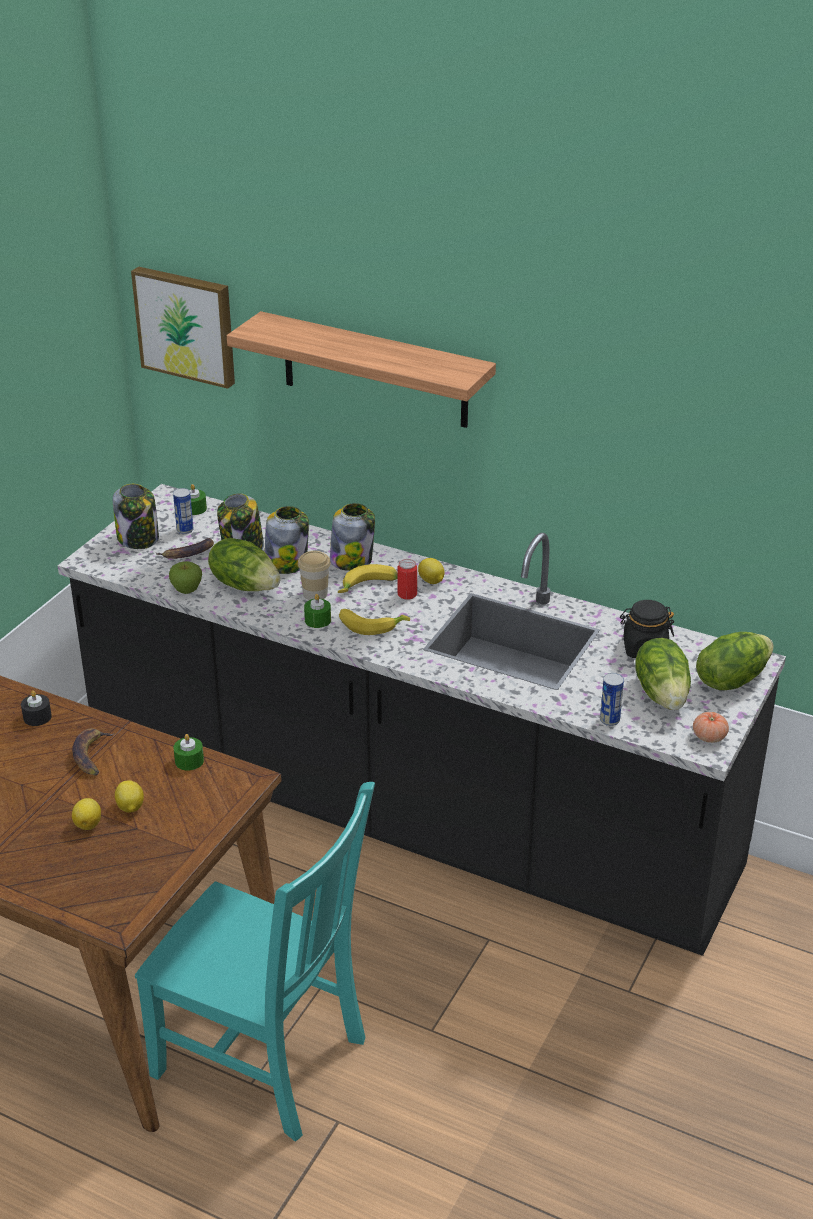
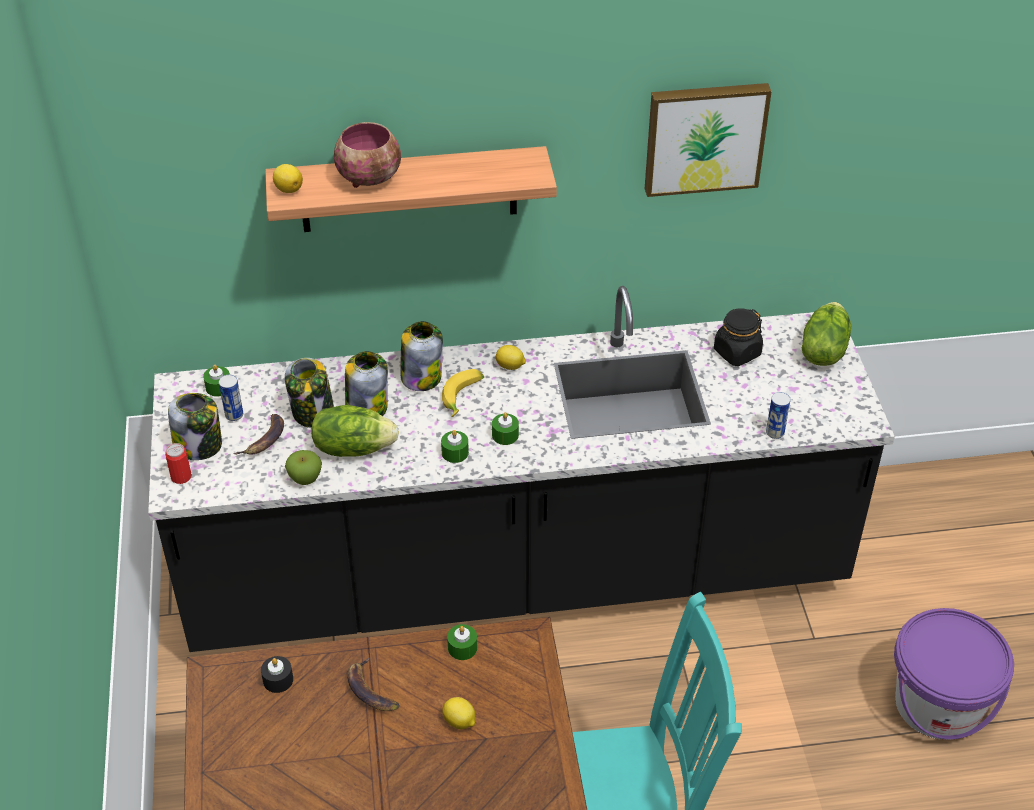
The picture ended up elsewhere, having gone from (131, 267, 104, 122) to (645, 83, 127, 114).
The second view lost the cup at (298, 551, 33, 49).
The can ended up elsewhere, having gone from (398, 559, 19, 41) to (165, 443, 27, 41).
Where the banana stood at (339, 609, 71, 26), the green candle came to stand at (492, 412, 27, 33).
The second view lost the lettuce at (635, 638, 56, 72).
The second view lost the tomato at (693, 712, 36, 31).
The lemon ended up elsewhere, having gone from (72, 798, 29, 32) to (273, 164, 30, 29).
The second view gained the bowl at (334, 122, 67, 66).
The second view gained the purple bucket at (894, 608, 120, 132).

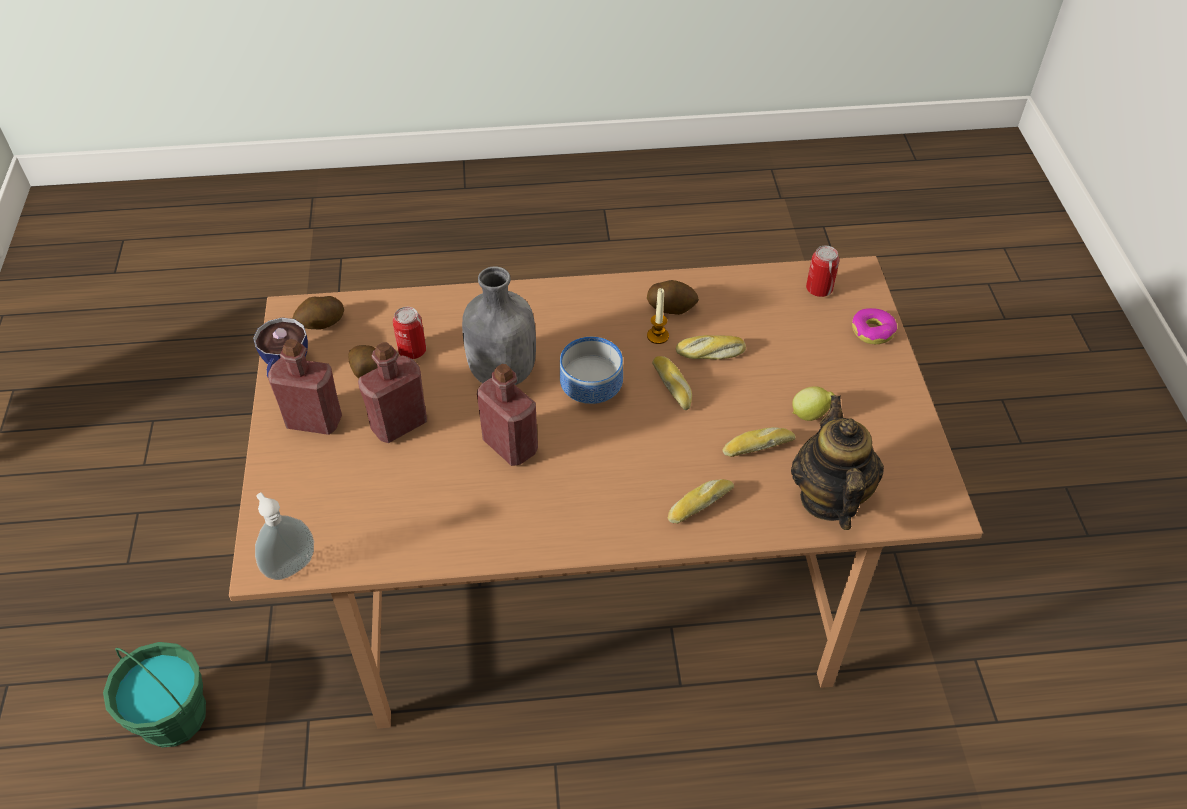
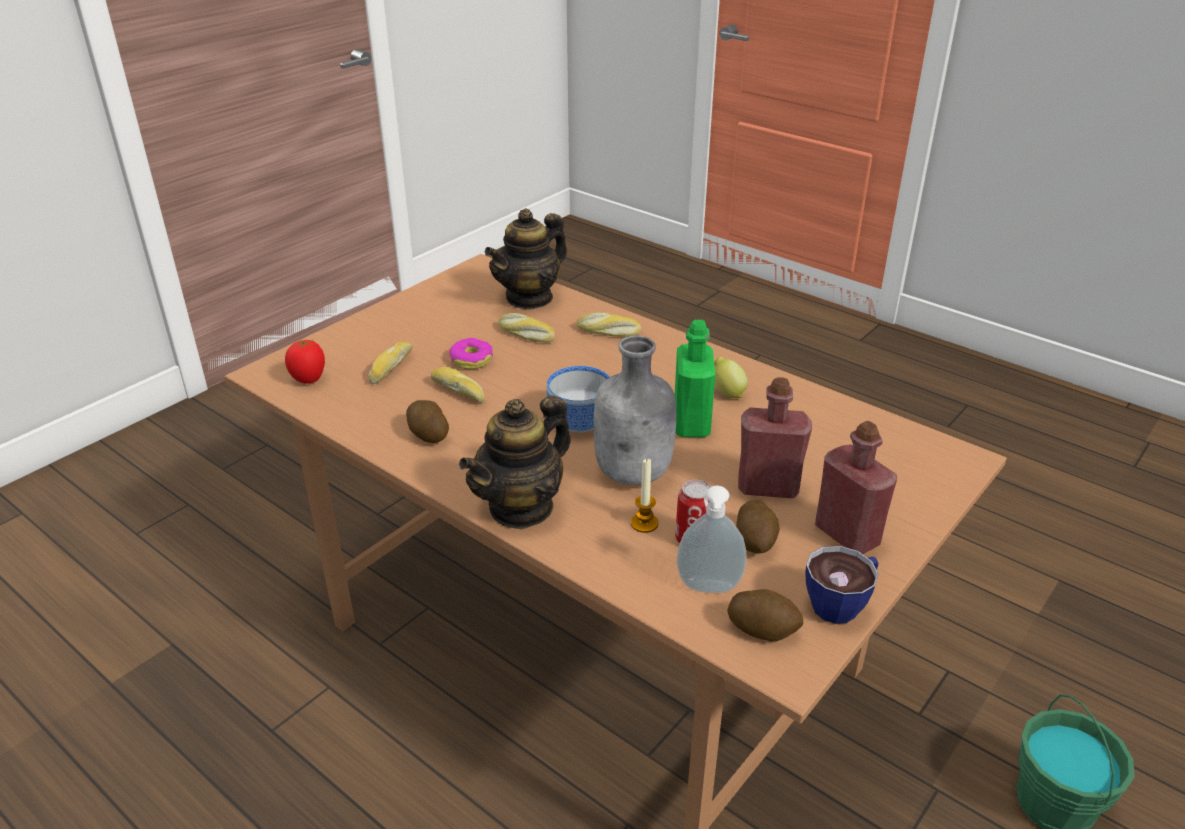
Where the can stood at (806, 246, 33, 51), the tomato came to stand at (285, 340, 40, 44).
The candle ended up elsewhere, having gone from (647, 288, 22, 56) to (631, 459, 27, 74).
The donut ended up elsewhere, having gone from (852, 308, 45, 36) to (449, 338, 44, 31).
The bread ended up elsewhere, having gone from (652, 356, 40, 54) to (368, 342, 45, 42).
What was the red bottle at (477, 364, 61, 102) turned into the green bottle at (675, 320, 41, 117).
The lemon ended up elsewhere, having gone from (792, 386, 42, 35) to (714, 356, 34, 42).
The soap dispenser ended up elsewhere, having gone from (255, 492, 59, 88) to (677, 485, 70, 108).
The second view gained the teapot at (459, 395, 112, 135).

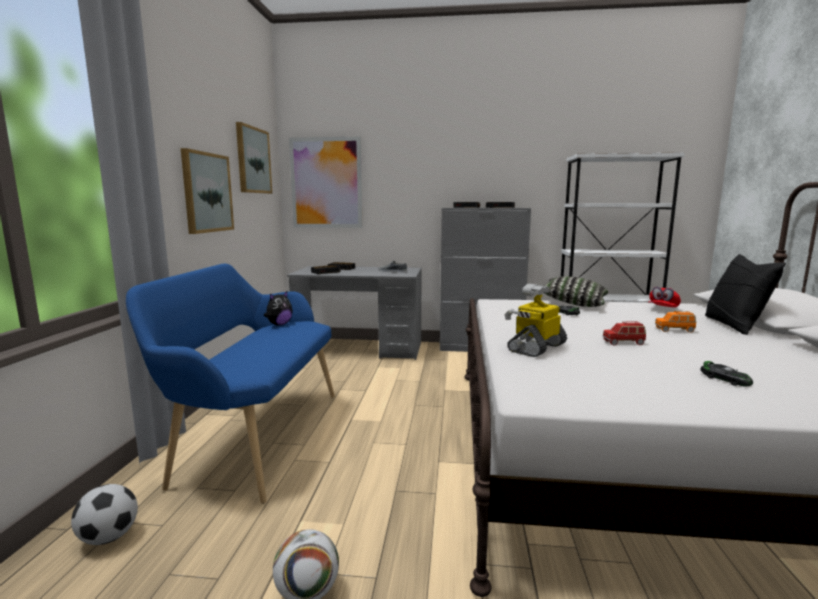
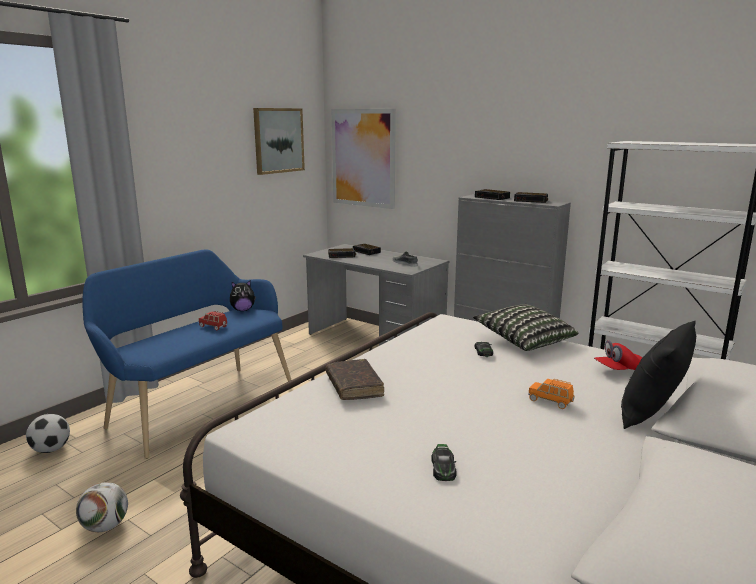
The second view lost the picture at (181, 148, 53, 86).
Where the toy robot stood at (505, 284, 62, 73), the brown book came to stand at (326, 359, 58, 41).
The red toy car ended up elsewhere, having gone from (603, 322, 43, 23) to (199, 311, 28, 19).

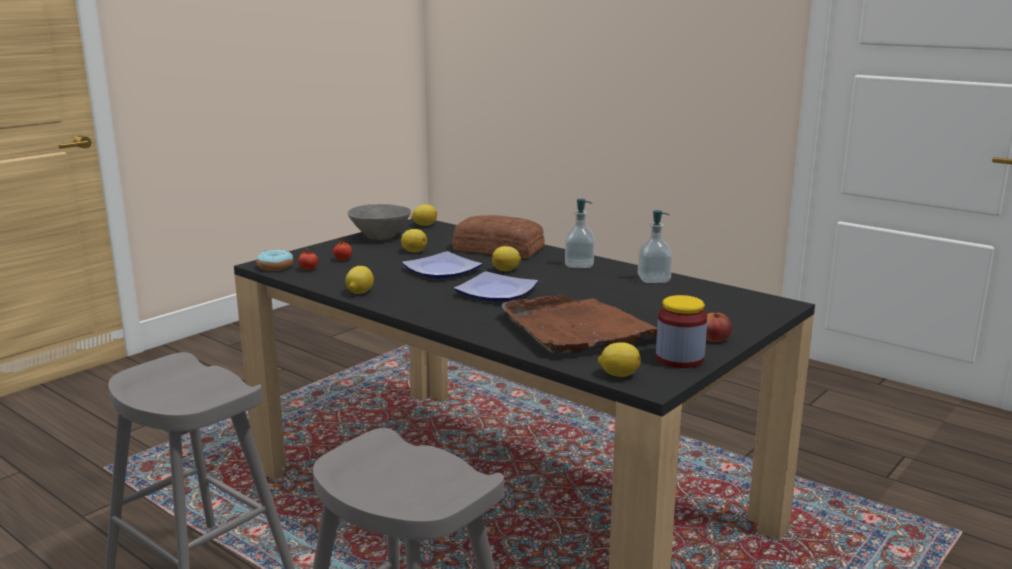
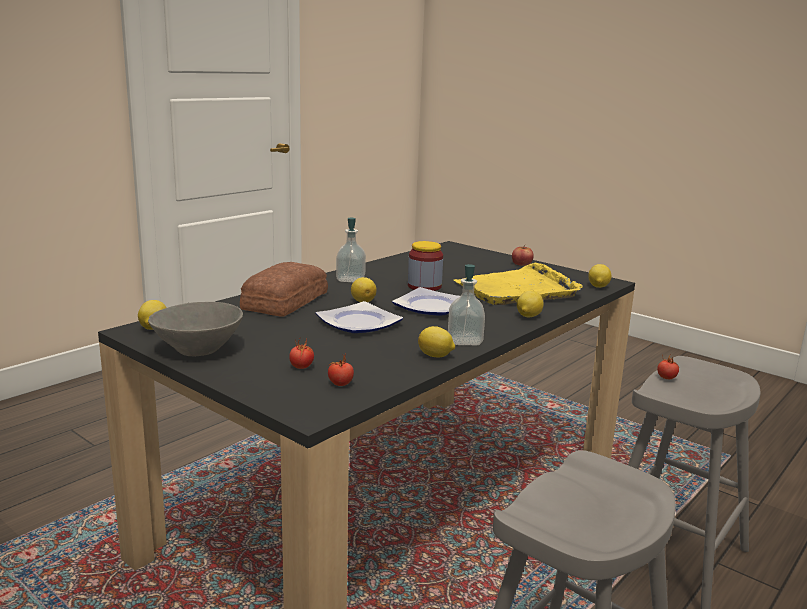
The soap dispenser ended up elsewhere, having gone from (638, 210, 34, 73) to (448, 264, 37, 81).
The lemon ended up elsewhere, having gone from (401, 229, 26, 23) to (517, 291, 27, 26).
The second view lost the donut at (256, 249, 37, 22).
What was the brown tray at (501, 295, 156, 58) turned into the yellow tray at (454, 263, 129, 42).
The jar ended up elsewhere, having gone from (656, 295, 51, 73) to (408, 241, 35, 50).
The second view gained the tomato at (657, 355, 22, 24).

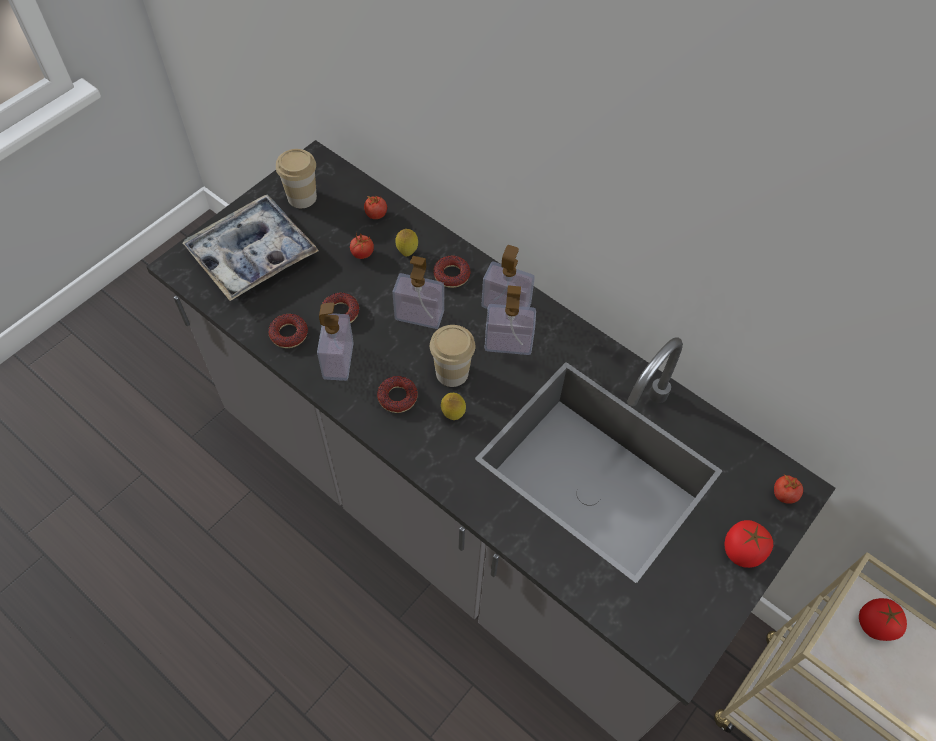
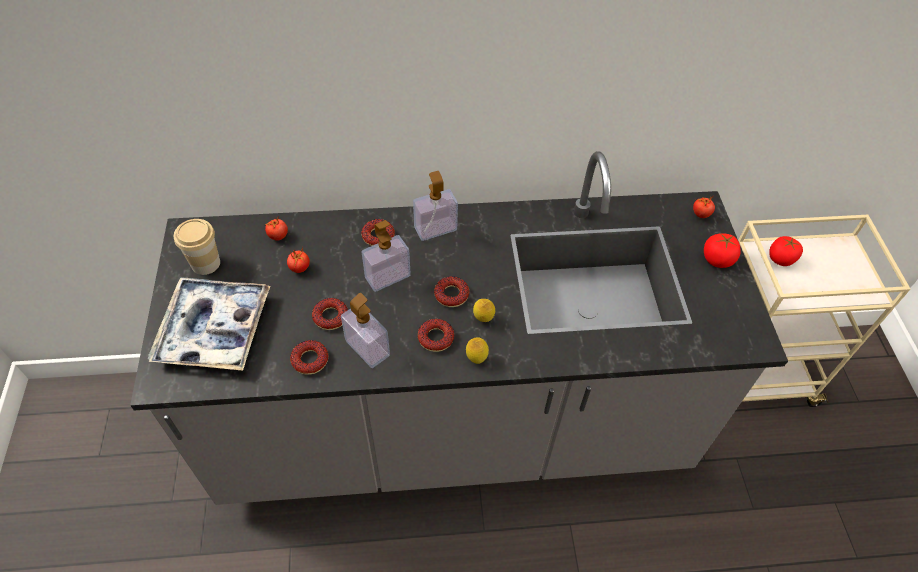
The lemon ended up elsewhere, having gone from (395, 229, 23, 27) to (466, 337, 23, 27).
The second view lost the soap dispenser at (485, 285, 51, 70).
Where the cup stood at (430, 325, 45, 62), the donut came to stand at (434, 276, 35, 31).

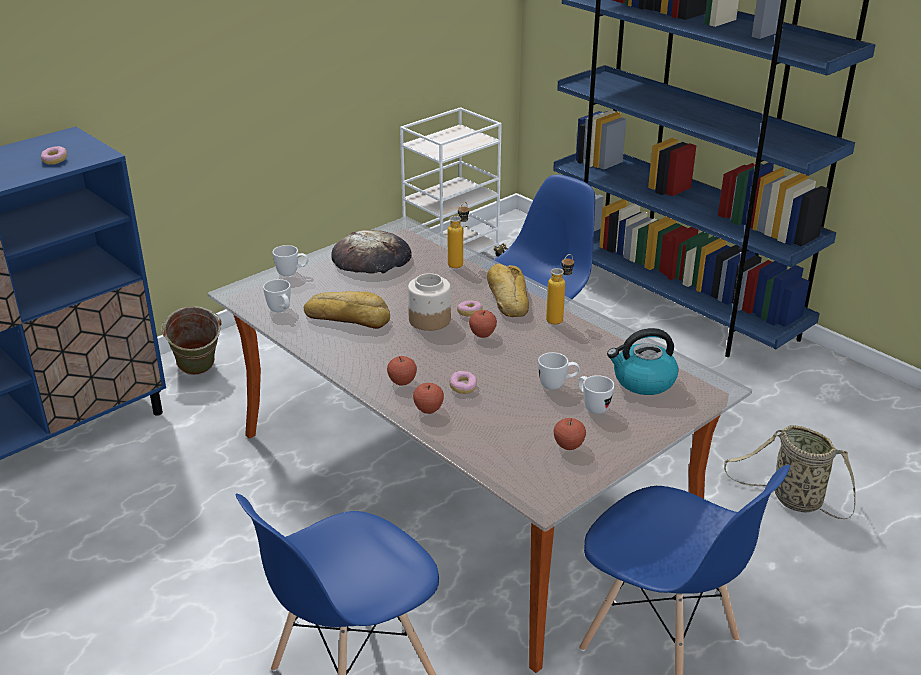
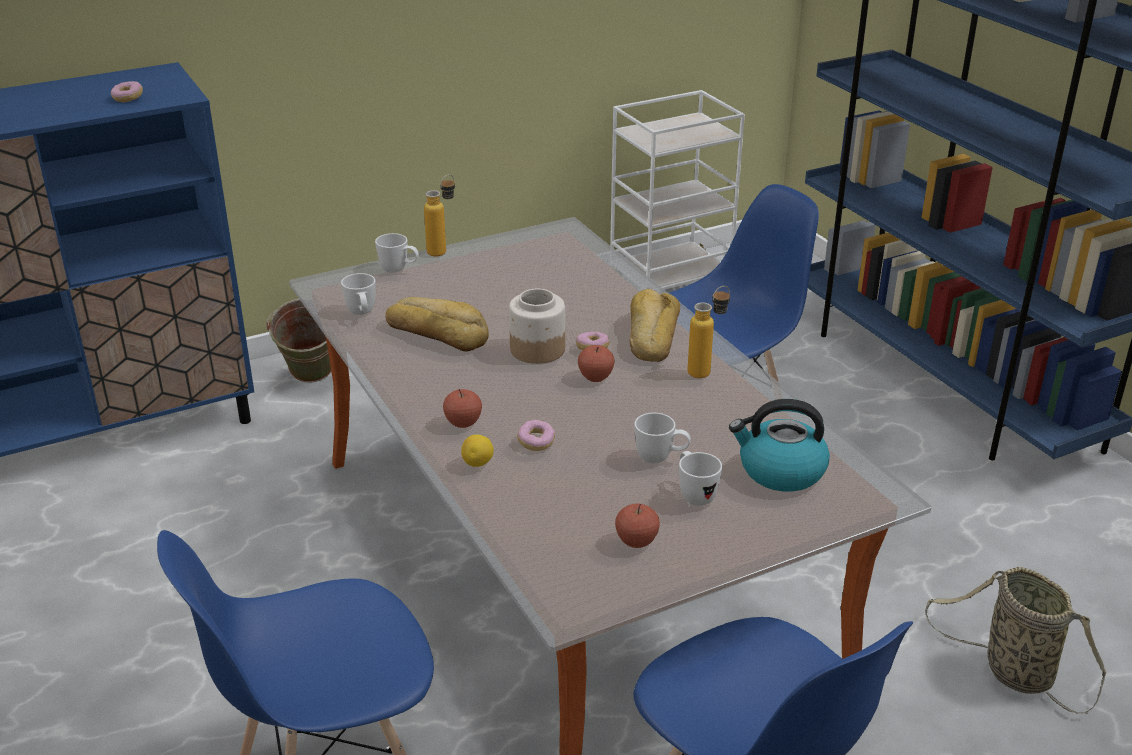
The bottle ended up elsewhere, having gone from (448, 202, 21, 66) to (424, 174, 31, 82).
The second view lost the bread at (331, 230, 81, 44).
Where the apple stood at (413, 383, 31, 31), the lemon came to stand at (461, 434, 33, 33).

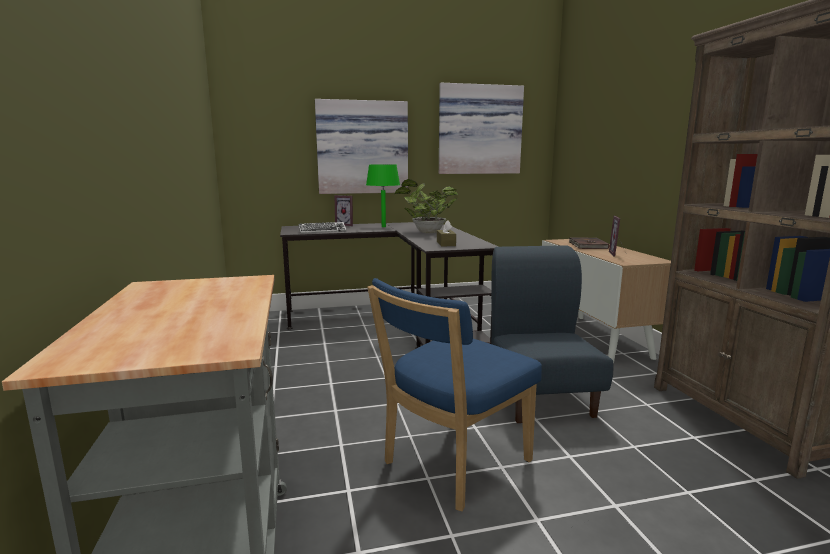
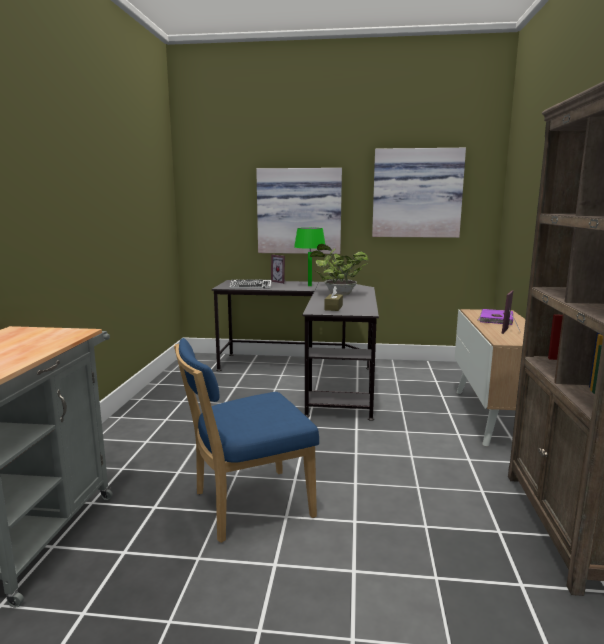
What was the brown book at (569, 238, 40, 11) turned into the purple book at (478, 309, 35, 16).
The second view lost the blue chair at (491, 245, 122, 178).

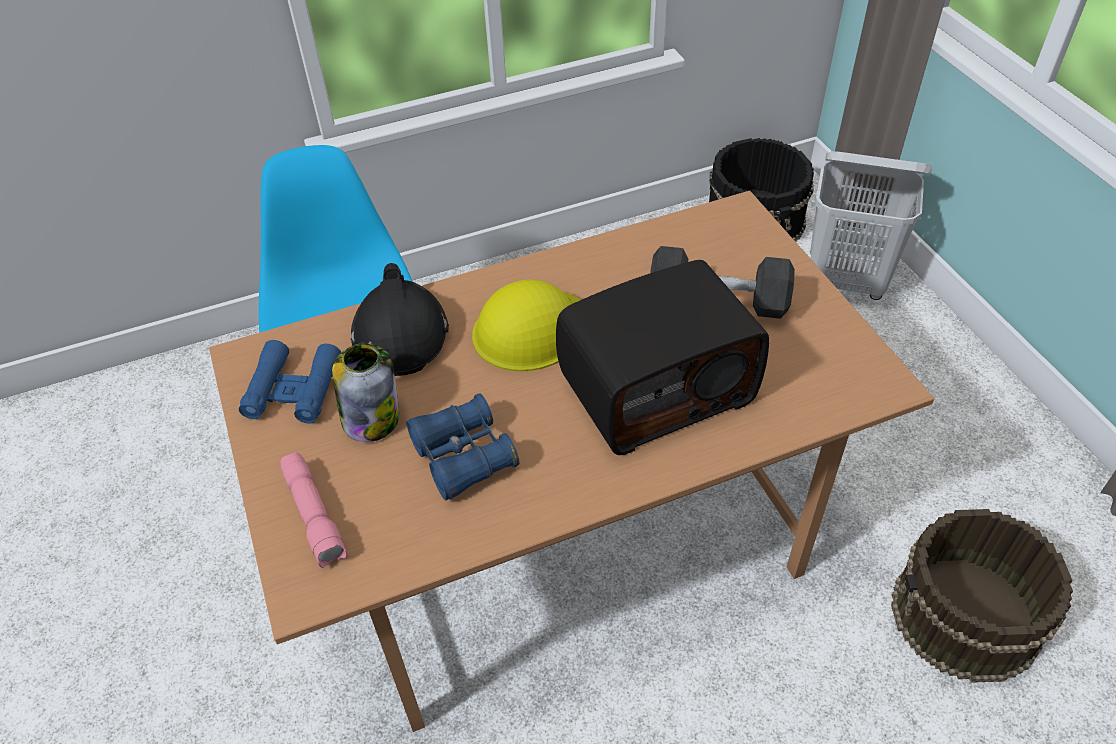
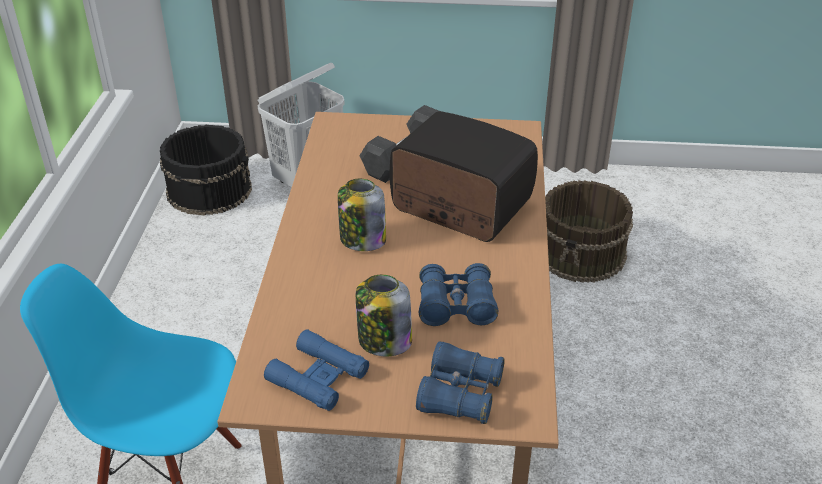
The radio at (556, 260, 213, 195) ended up facing another way, 60 degrees counterclockwise from before.
The second view lost the black hard hat at (351, 263, 98, 113).
Where the yellow hard hat stood at (472, 280, 109, 91), the jar came to stand at (338, 179, 48, 72).
Where the pink flashlight stood at (280, 452, 67, 116), the blue binoculars came to stand at (416, 341, 89, 83).

